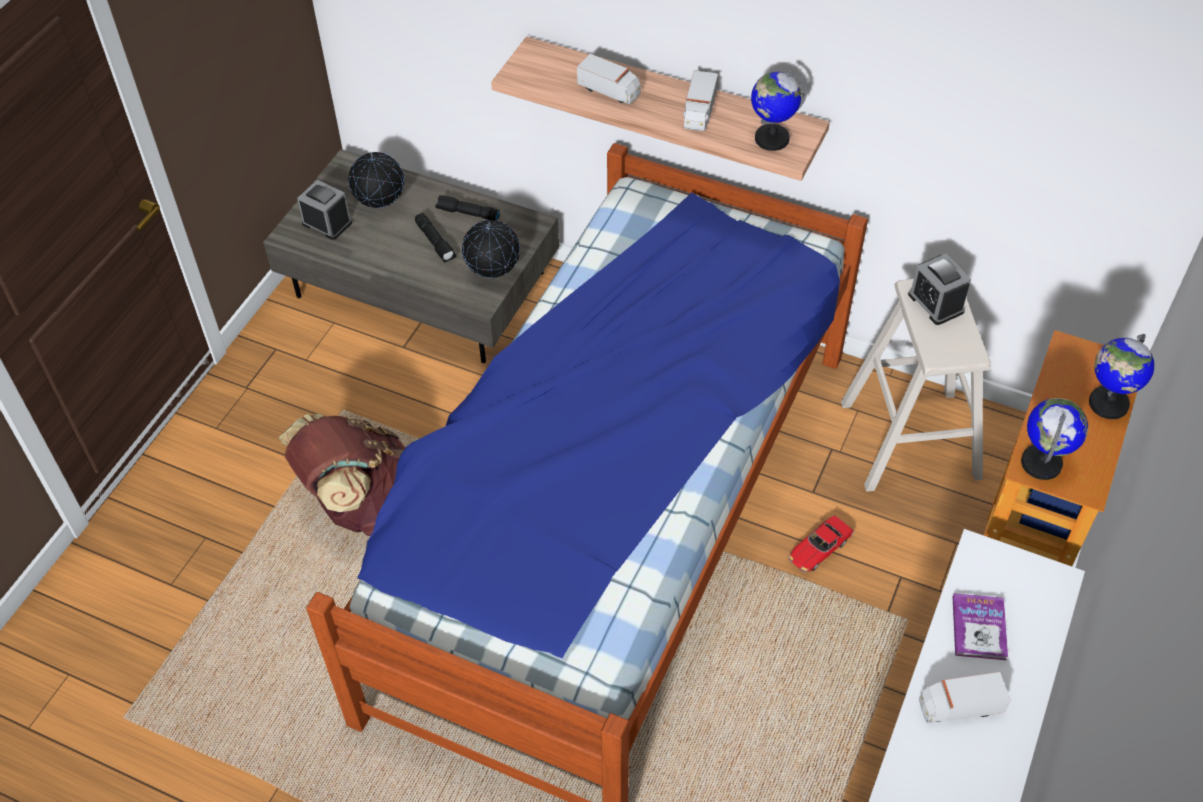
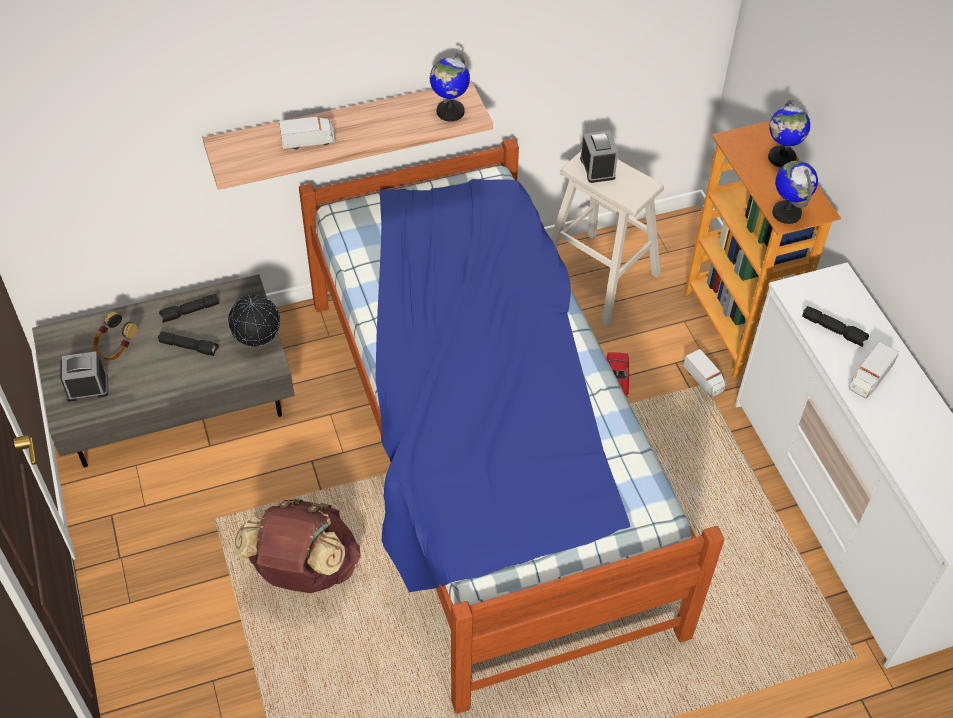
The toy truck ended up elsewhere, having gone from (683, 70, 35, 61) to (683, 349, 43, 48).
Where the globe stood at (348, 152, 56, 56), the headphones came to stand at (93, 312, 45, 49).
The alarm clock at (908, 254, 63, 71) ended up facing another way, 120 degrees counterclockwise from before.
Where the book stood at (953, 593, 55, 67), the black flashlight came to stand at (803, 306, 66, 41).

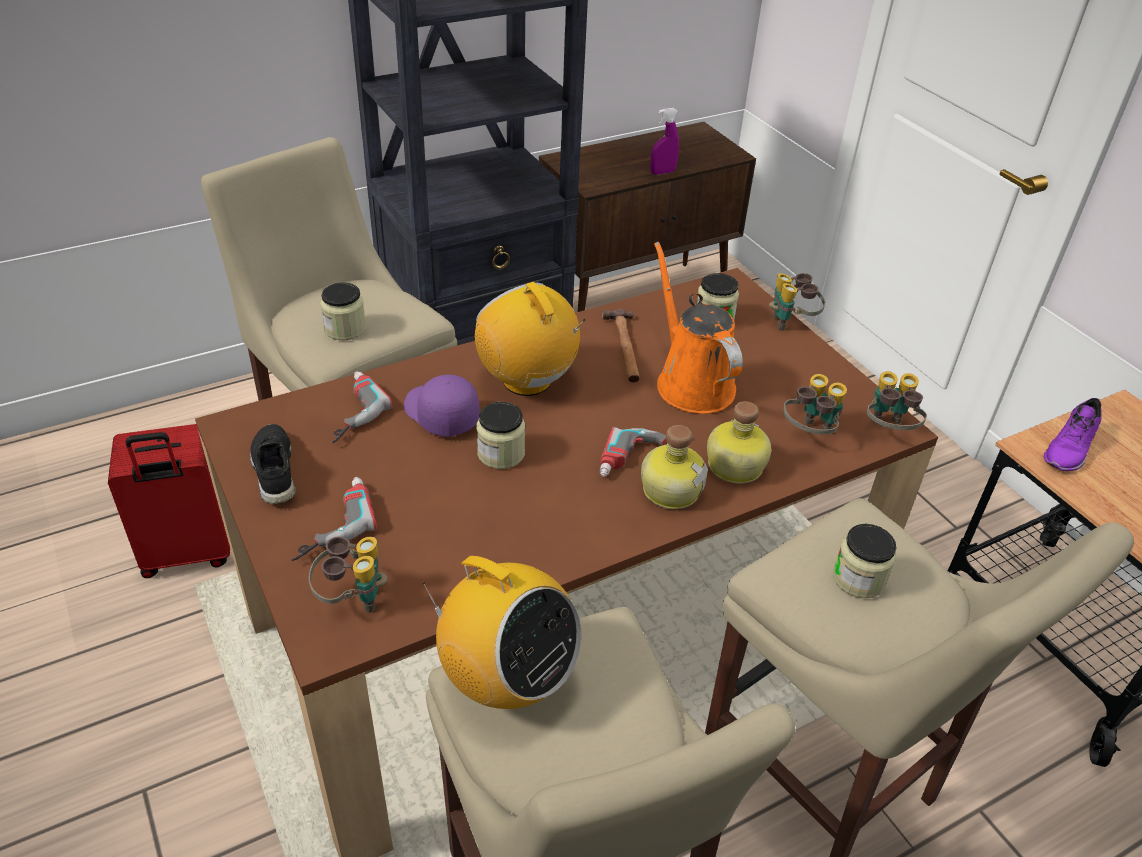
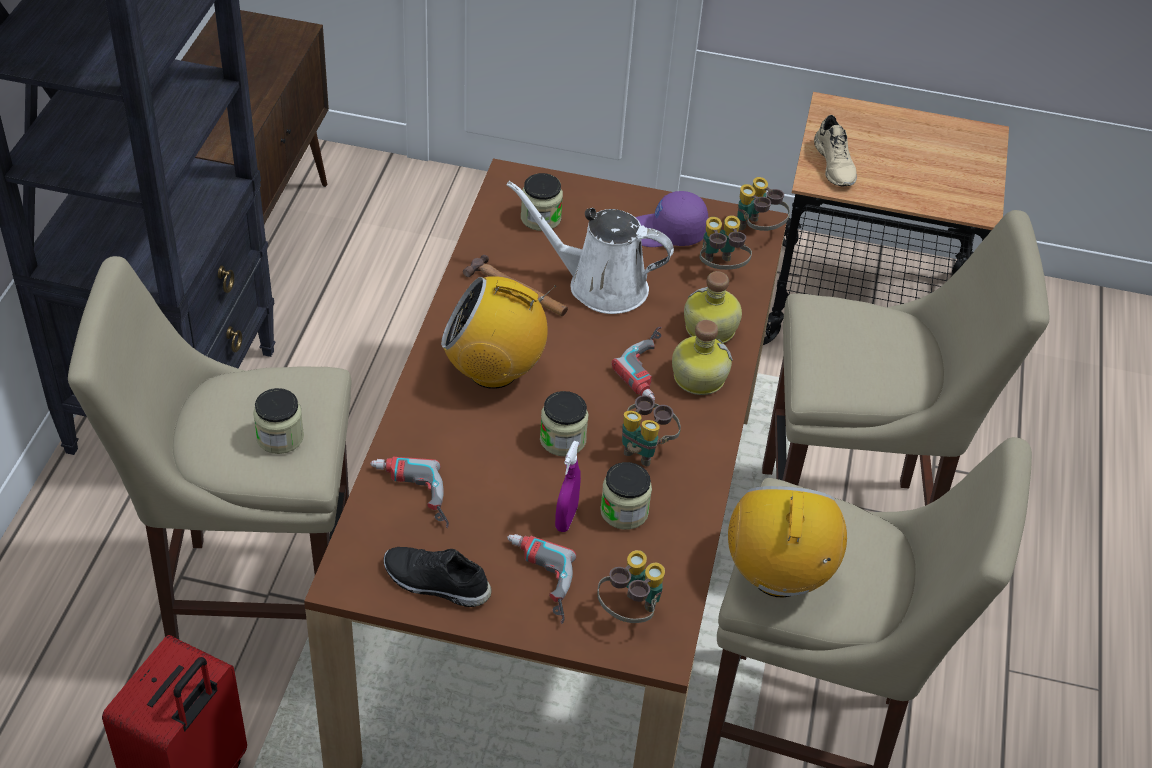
The purple spray bottle ended up elsewhere, having gone from (651, 108, 28, 67) to (555, 441, 26, 91).
What was the orange watering can at (654, 242, 89, 172) turned into the white watering can at (506, 181, 168, 133).
The binoculars ended up elsewhere, having gone from (769, 273, 56, 58) to (622, 395, 59, 71).
The purple cap ended up elsewhere, having gone from (404, 374, 76, 63) to (636, 191, 72, 56).
What was the purple shoe at (1044, 398, 58, 73) turned into the beige shoe at (814, 115, 43, 71).
The jar ended up elsewhere, having gone from (833, 524, 63, 74) to (600, 462, 52, 68).
The radio at (422, 556, 159, 153) ended up facing another way, 75 degrees counterclockwise from before.

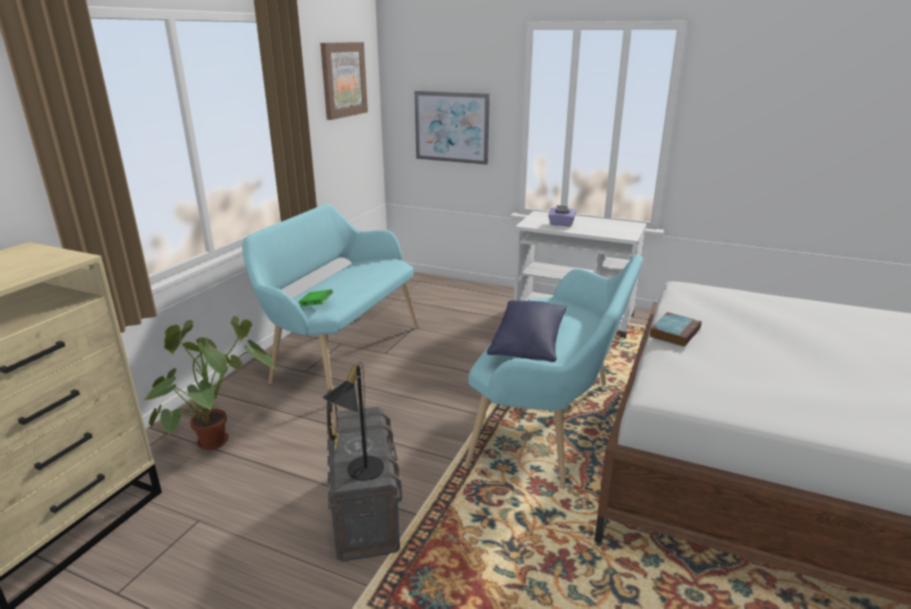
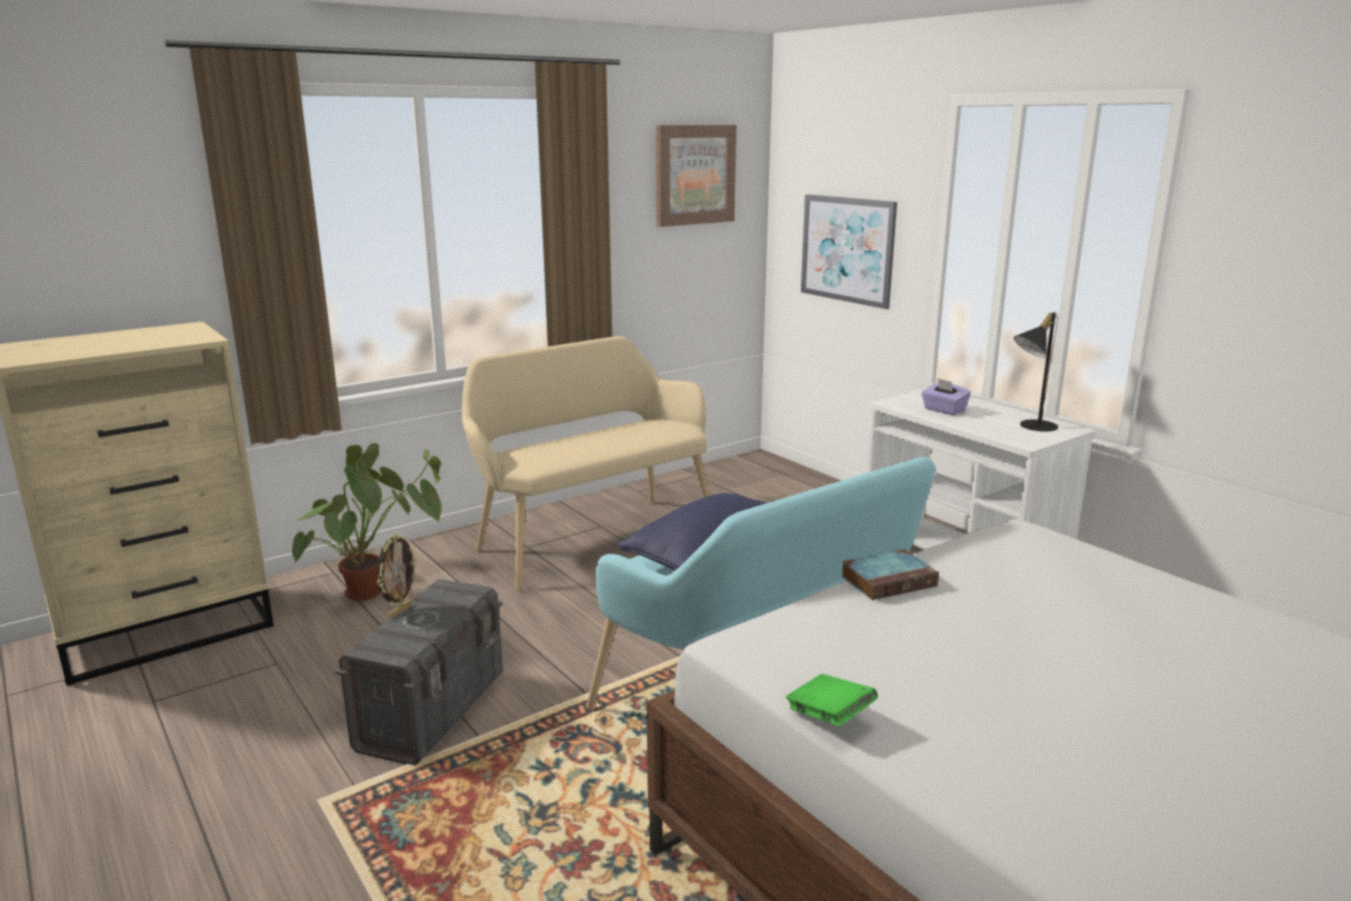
What was the turquoise bench at (242, 204, 176, 186) turned into the beige bench at (462, 336, 248, 255).
The green book ended up elsewhere, having gone from (298, 289, 35, 18) to (786, 674, 92, 52).
The black table lamp ended up elsewhere, having gone from (322, 362, 62, 119) to (1014, 312, 44, 120).

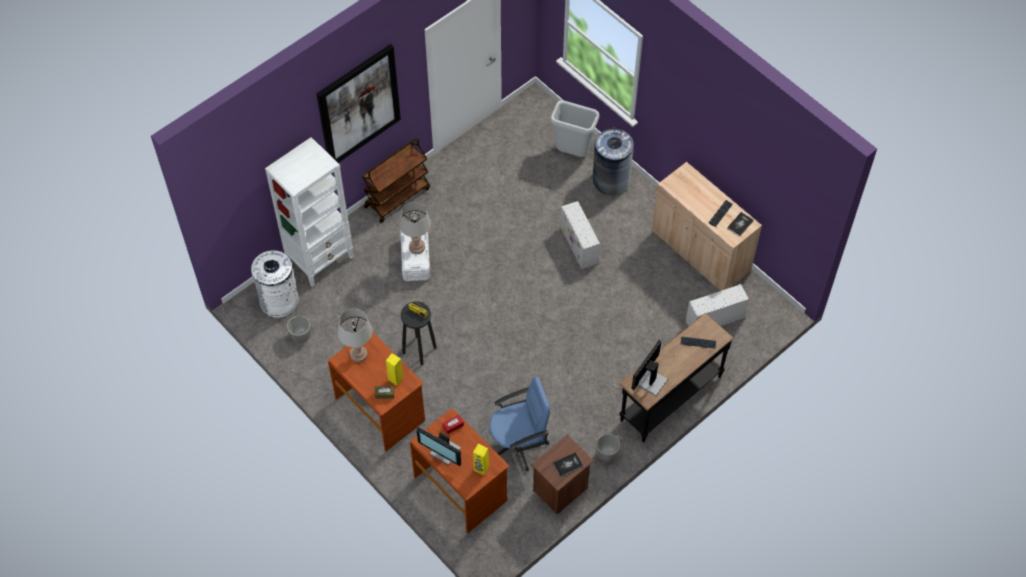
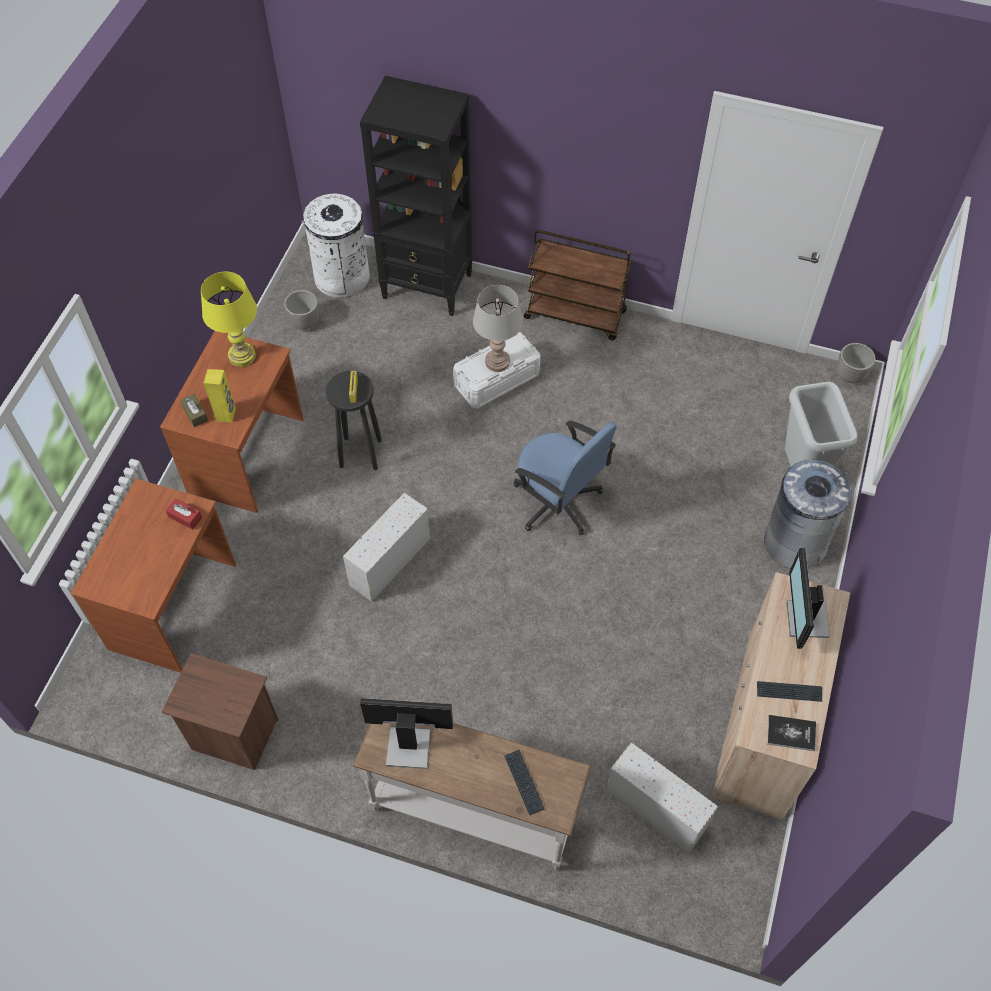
The second view lost the picture at (316, 44, 85, 119).
What was the white bookcase at (265, 137, 88, 150) turned into the black bookcase at (360, 76, 113, 240).
The white storage box ended up elsewhere, having gone from (560, 201, 40, 68) to (343, 493, 87, 109).
What was the grey table lamp at (337, 308, 36, 54) turned into the yellow table lamp at (201, 272, 56, 95).
What was the black console table at (619, 313, 115, 130) turned into the white console table at (353, 723, 238, 147).
The blue office chair ended up elsewhere, having gone from (490, 377, 60, 94) to (514, 421, 103, 114).
The monitor ended up elsewhere, having gone from (417, 427, 44, 39) to (786, 548, 44, 101).
The planter ended up elsewhere, having gone from (596, 434, 25, 28) to (837, 343, 38, 40).
The second view lost the yellow speaker at (473, 444, 16, 31).
The second view lost the book at (553, 452, 31, 25).

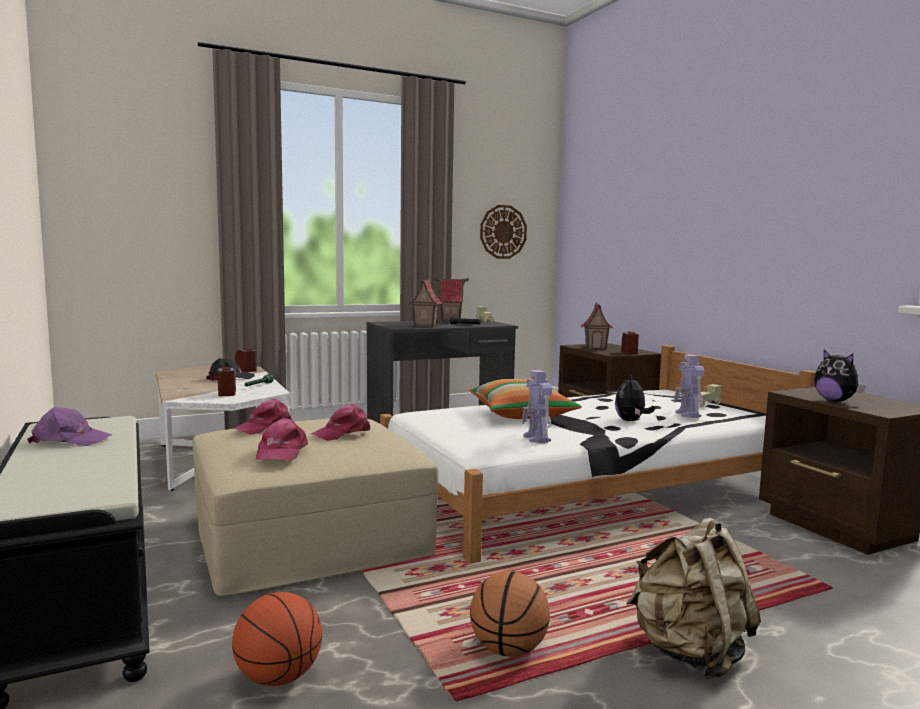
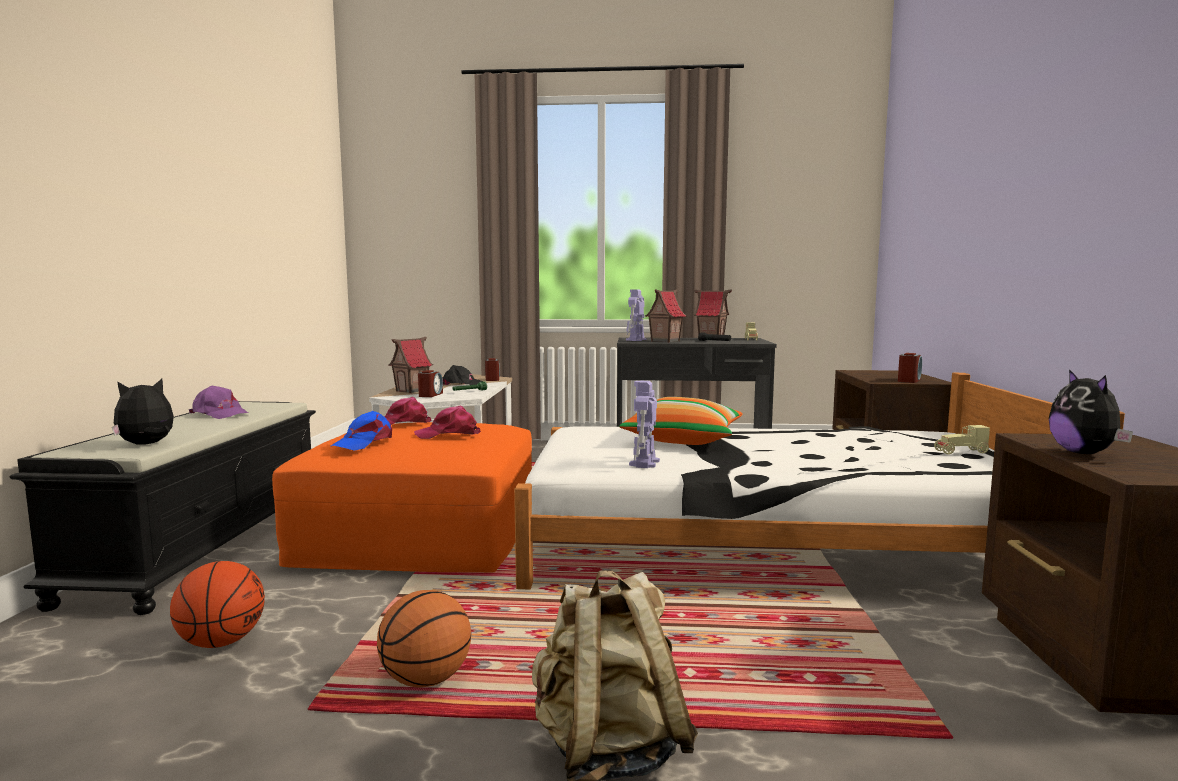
The second view lost the wall clock at (480, 205, 47, 54).
The toy house ended up elsewhere, having gone from (581, 302, 32, 48) to (388, 337, 45, 56).
The toy robot ended up elsewhere, having gone from (674, 355, 31, 63) to (626, 290, 20, 51).
The plush toy ended up elsewhere, having gone from (615, 375, 40, 46) to (112, 379, 62, 65).
What was the beige ottoman at (193, 418, 245, 178) turned into the orange ottoman at (272, 422, 260, 151).
What was the pink cap at (256, 418, 52, 43) turned into the blue cap at (331, 411, 61, 40).

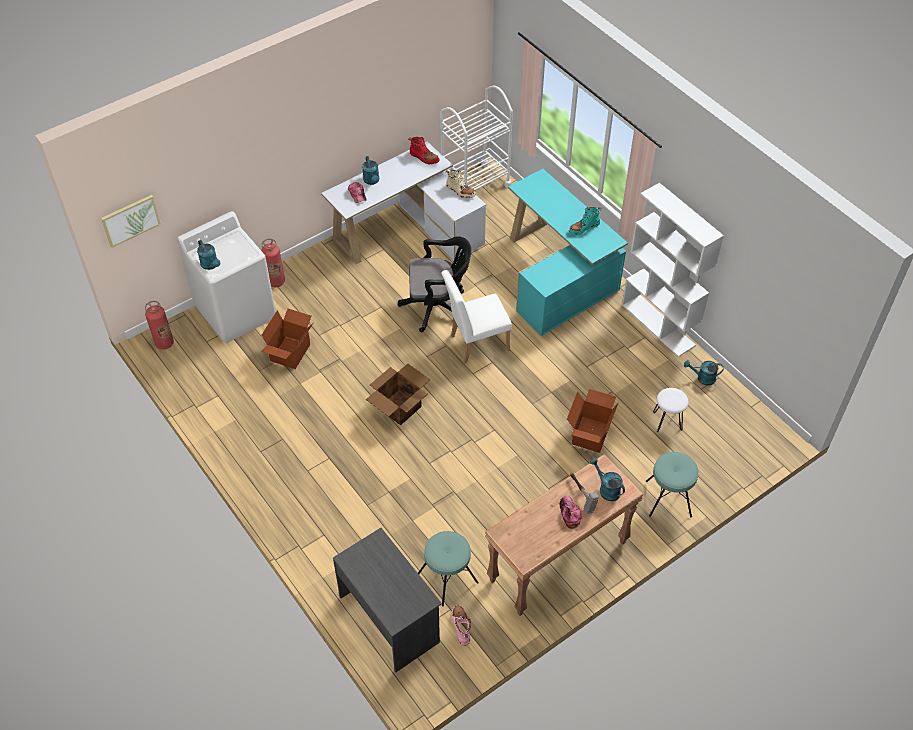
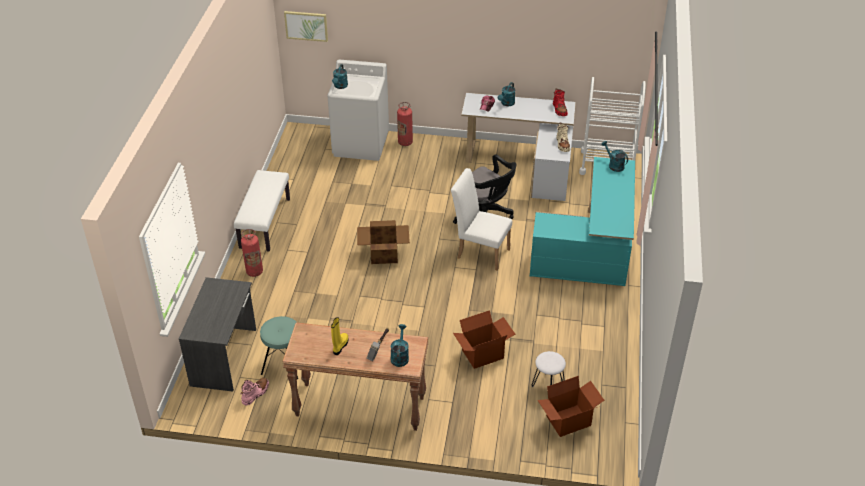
The second view lost the white bookcase at (622, 183, 102, 174).
The second view lost the turquoise boot at (569, 207, 33, 28).
The fire extinguisher ended up elsewhere, having gone from (145, 301, 29, 49) to (241, 229, 22, 48).
The cardboard box ended up elsewhere, having gone from (262, 309, 51, 60) to (538, 376, 67, 61).
The turquoise watering can ended up elsewhere, having gone from (684, 360, 39, 26) to (601, 141, 27, 31).
The second view lost the turquoise stool at (646, 452, 53, 66).
The second view lost the cap at (560, 496, 22, 33).
The second view gained the white bench at (234, 170, 56, 82).
The second view gained the yellow boot at (331, 317, 17, 38).

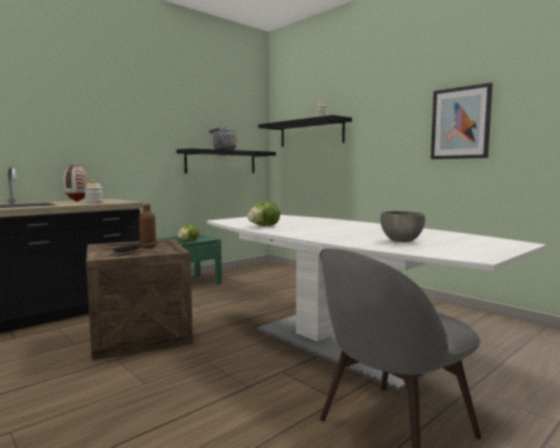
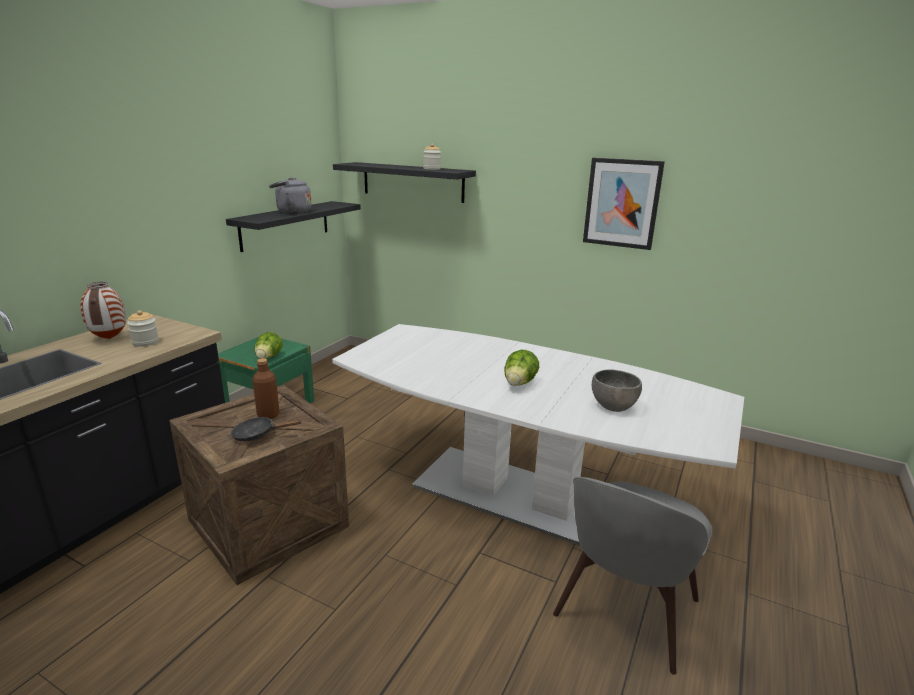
The lettuce ended up elsewhere, having gone from (247, 201, 33, 25) to (504, 350, 35, 36).

